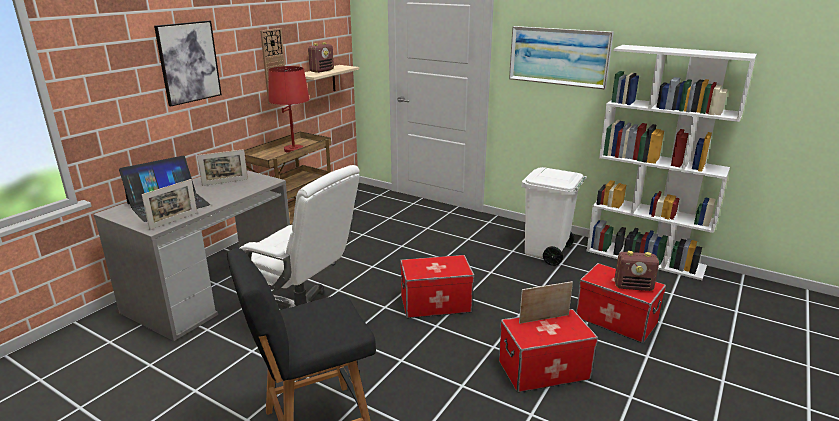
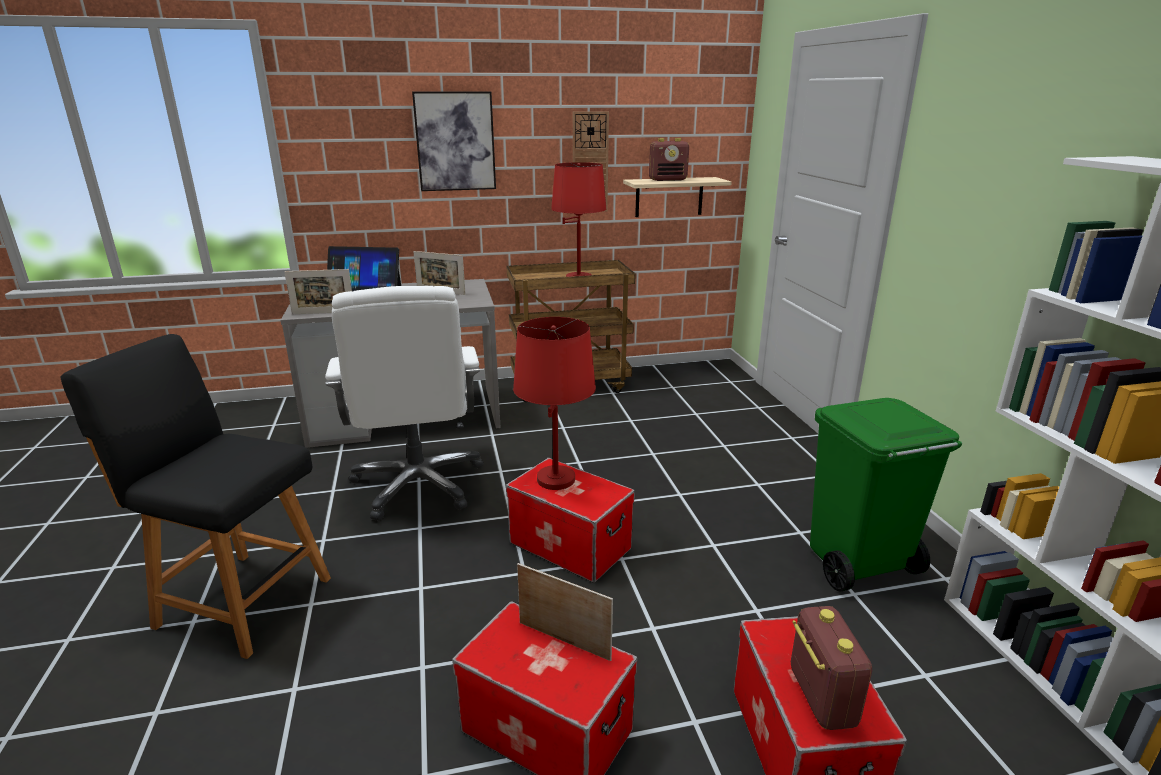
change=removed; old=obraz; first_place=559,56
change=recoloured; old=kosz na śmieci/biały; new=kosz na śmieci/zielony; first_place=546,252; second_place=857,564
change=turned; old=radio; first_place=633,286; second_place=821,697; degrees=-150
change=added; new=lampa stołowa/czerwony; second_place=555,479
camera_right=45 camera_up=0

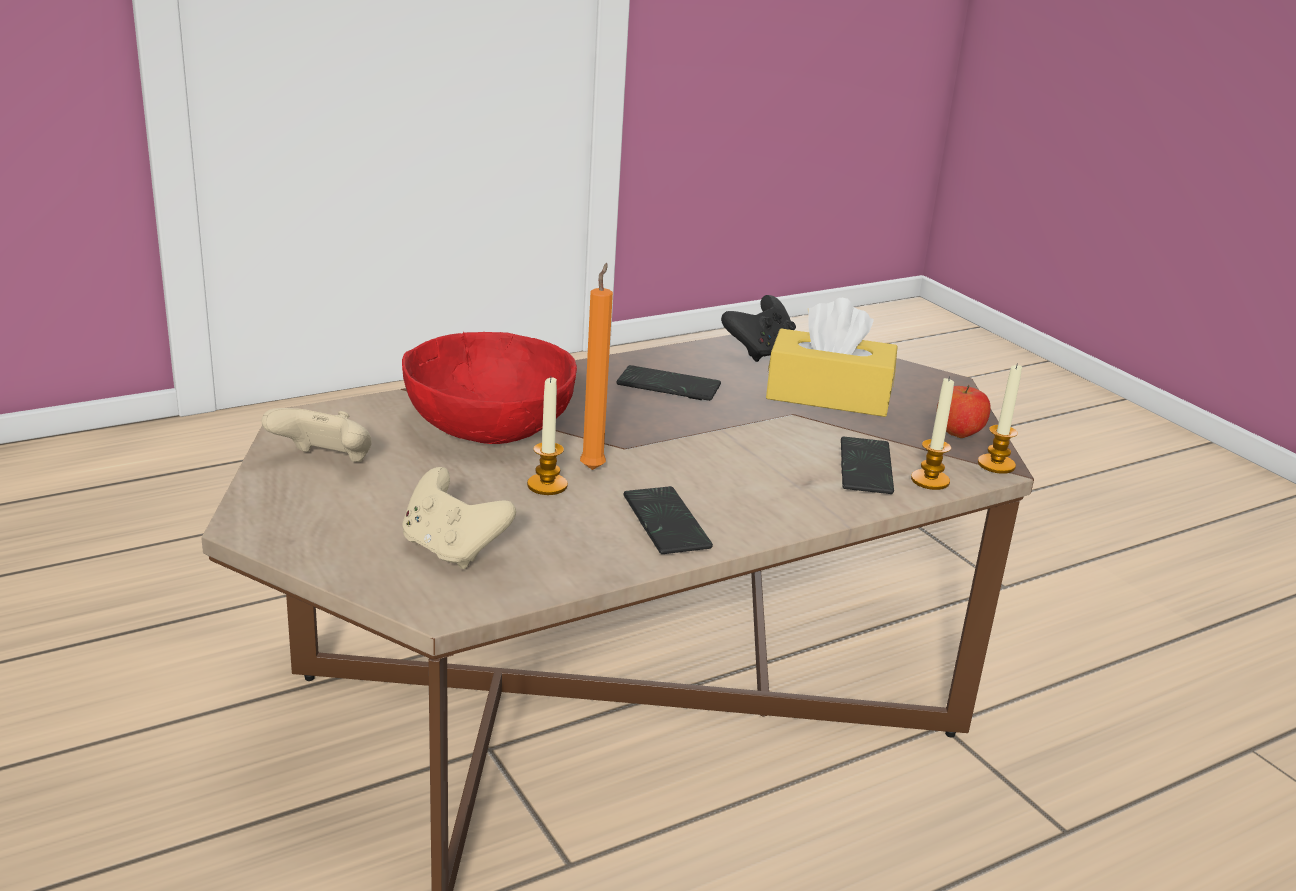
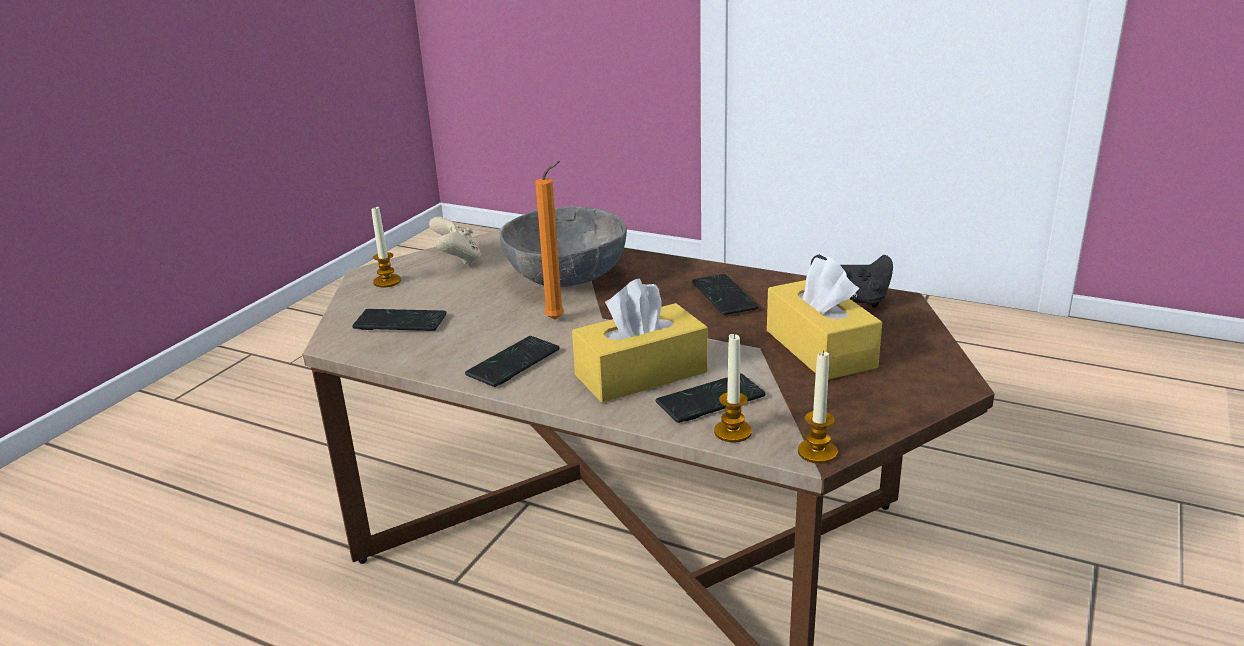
change=recoloured; old=miska/czerwony; new=miska/szary; first_place=488,427; second_place=566,276
change=moved; old=świeca; first_place=547,485; second_place=387,281
change=removed; old=jabłko; first_place=958,434
change=replaced; old=pad do gier/beżowy; new=telefon; first_place=452,550; second_place=400,322
change=added; new=pudełko chusteczek/żółty; second_place=641,374
camera_right=60 camera_up=0

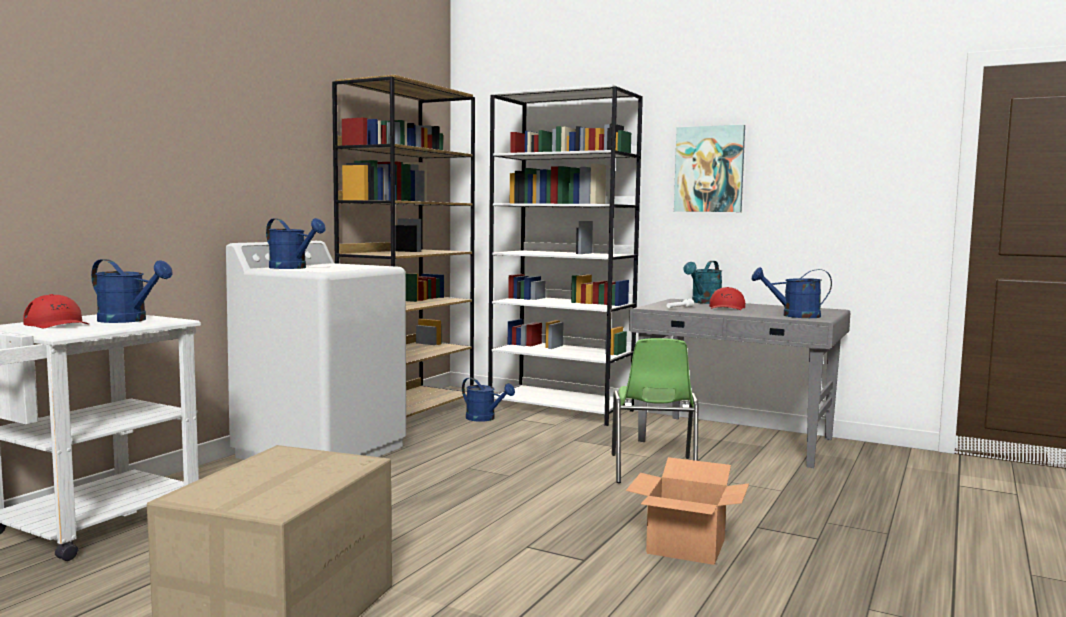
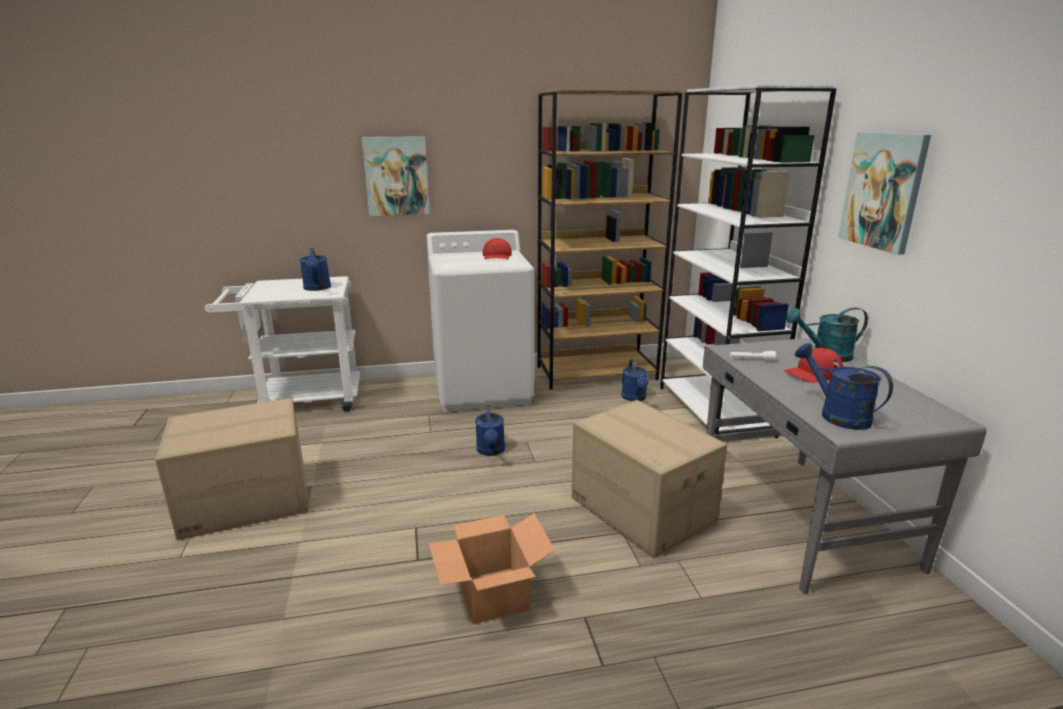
change=moved; old=konewka/niebieski; first_place=293,268; second_place=491,451
change=moved; old=czapka z daszkiem/czerwony; first_place=57,324; second_place=497,256
change=replaced; old=krzesło/zielony; new=karton; first_place=652,470; second_place=640,510
change=added; new=obraz; second_place=396,176
camera_right=50 camera_up=15

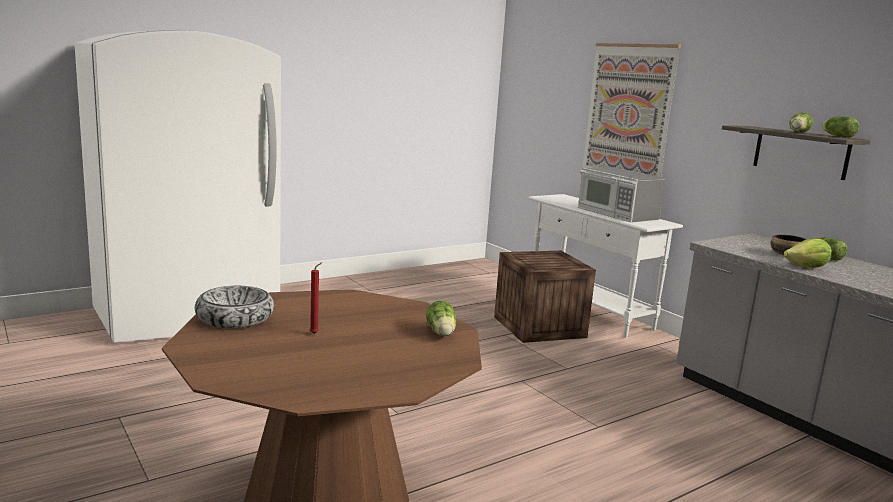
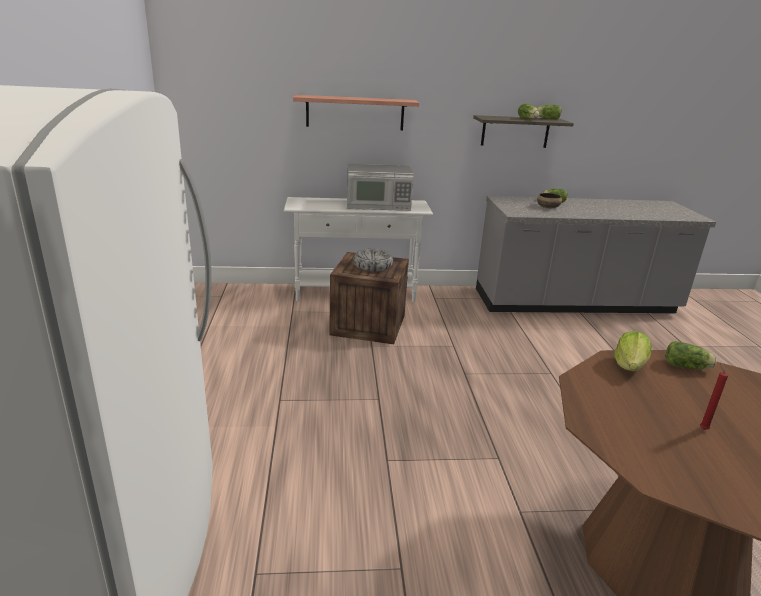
change=replaced; old=obraz; new=półka; first_place=628,115; second_place=355,113
change=moved; old=sałata; first_place=807,268; second_place=629,366
change=moved; old=miska; first_place=235,318; second_place=373,266
camera_right=-60 camera_up=10

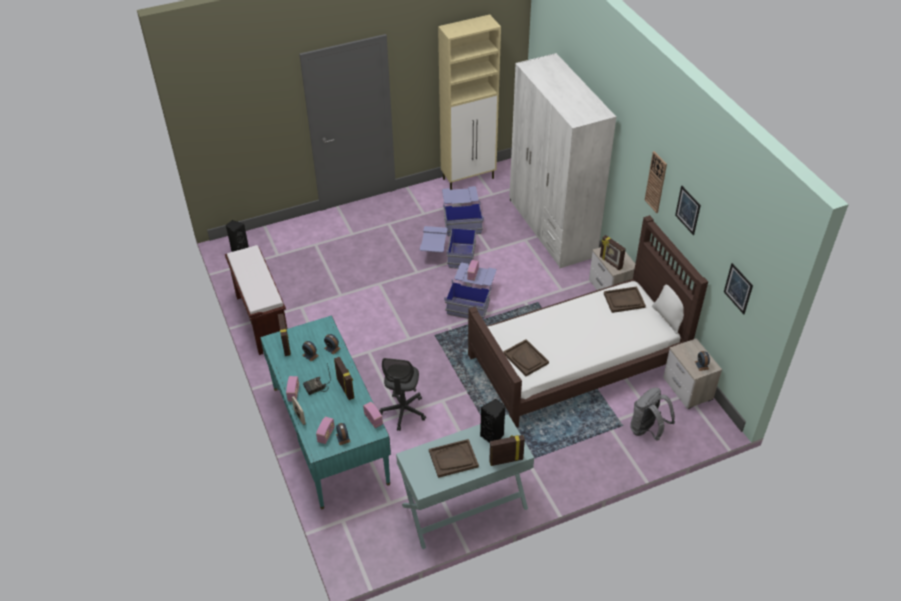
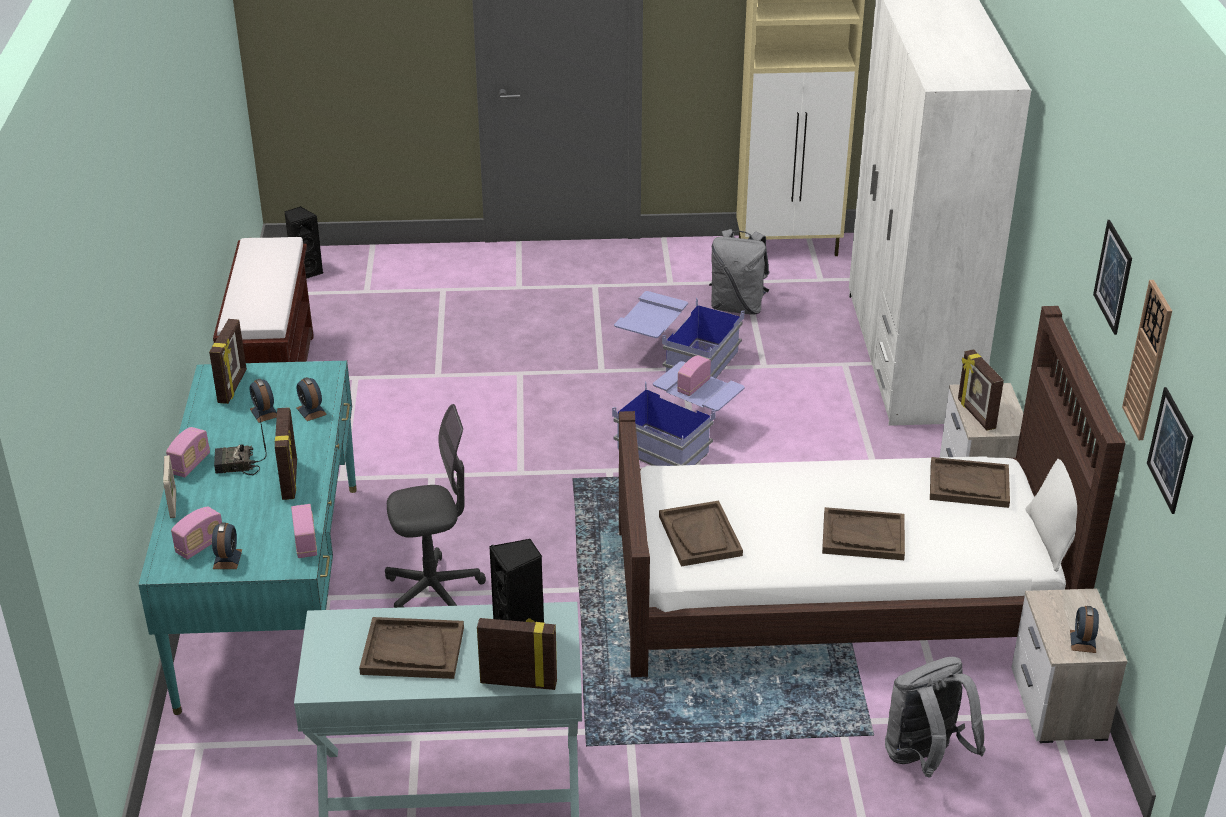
change=moved; old=zegar ścienny; first_place=656,182; second_place=1148,361
change=replaced; old=pojemnik do przechowywania/niebieski; new=plecak/szary; first_place=461,219; second_place=737,307
change=turned; old=krzesło biurowe/szary; first_place=403,411; second_place=434,591; degrees=-135
change=added; new=taca/brązowy; second_place=863,536
camera_right=20 camera_up=-10

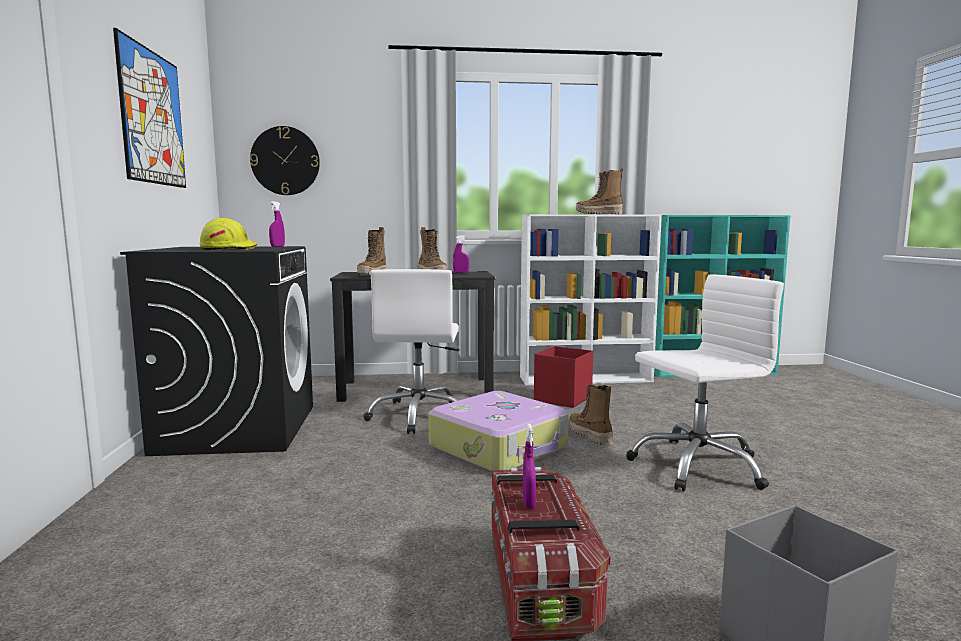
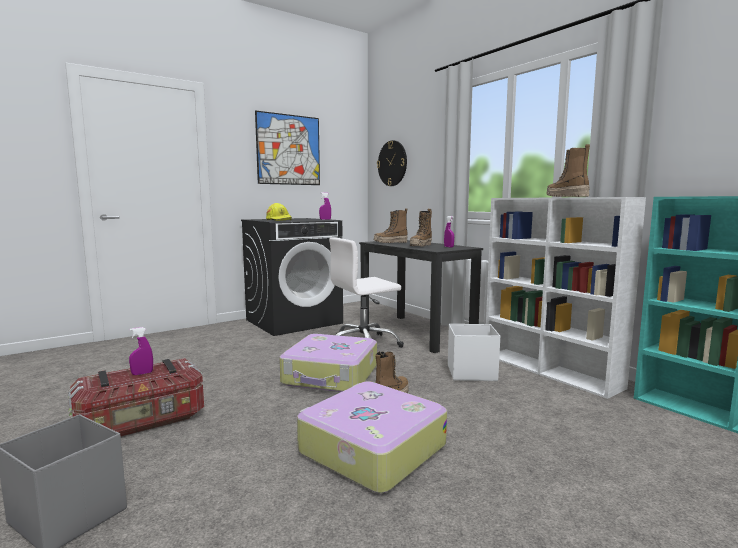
change=replaced; old=krzesło biurowe/biały; new=walizka; first_place=697,465; second_place=370,449
change=recoloured; old=pojemnik do przechowywania/czerwony; new=pojemnik do przechowywania/biały; first_place=562,399; second_place=470,373
camera_right=60 camera_up=0

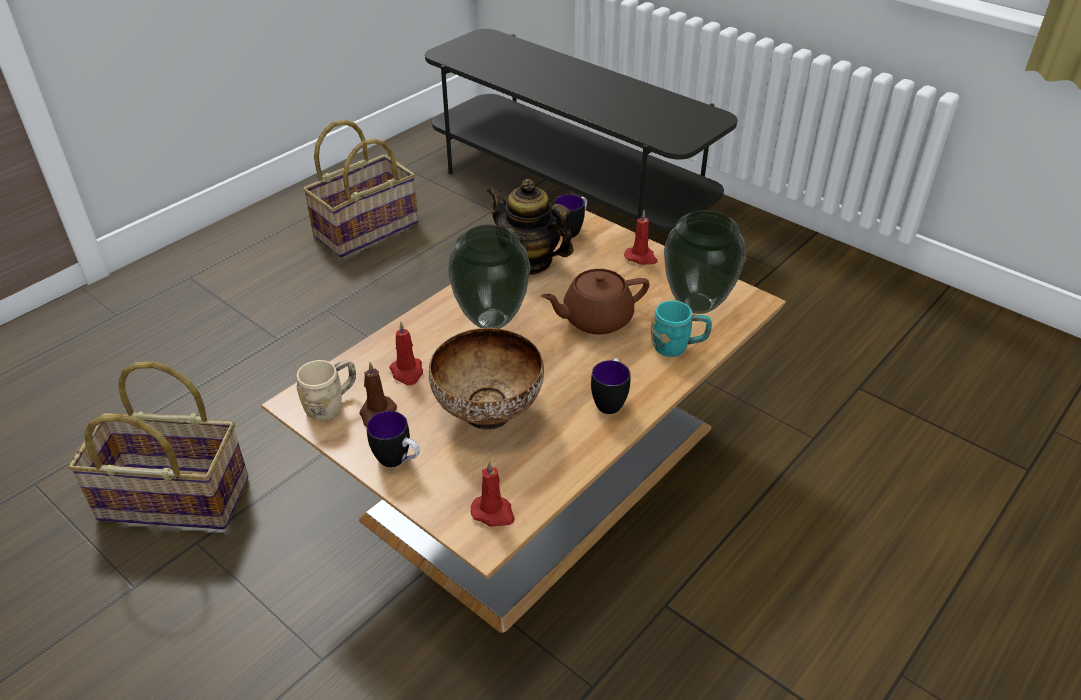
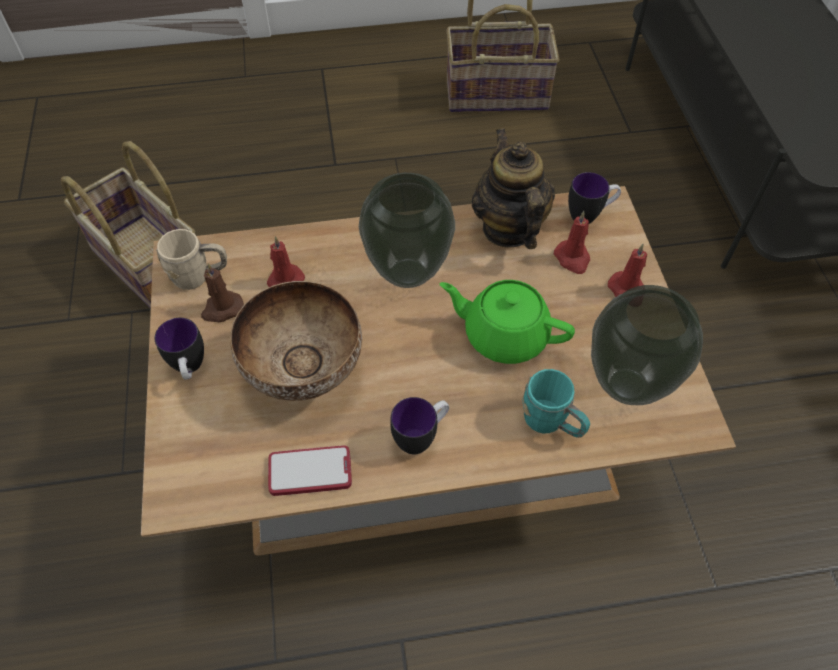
change=recoloured; old=imbryk/brązowy; new=imbryk/zielony; first_place=595,319; second_place=504,335
change=moved; old=świeca/czerwony; first_place=493,513; second_place=572,258
change=added; new=telefon; second_place=310,471
camera_right=40 camera_up=15

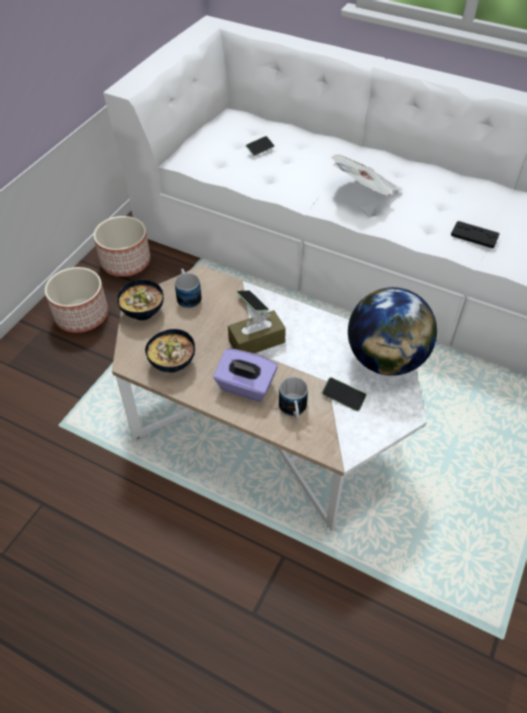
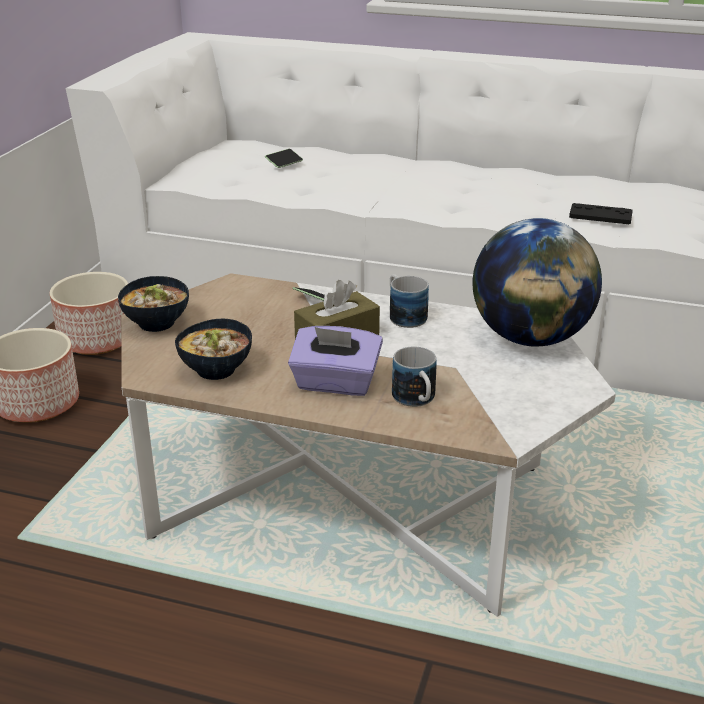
change=removed; old=gazeta; first_place=365,192
change=moved; old=kubek; first_place=187,295; second_place=403,315
change=removed; old=telefon; first_place=343,397
camera_right=-10 camera_up=-20

